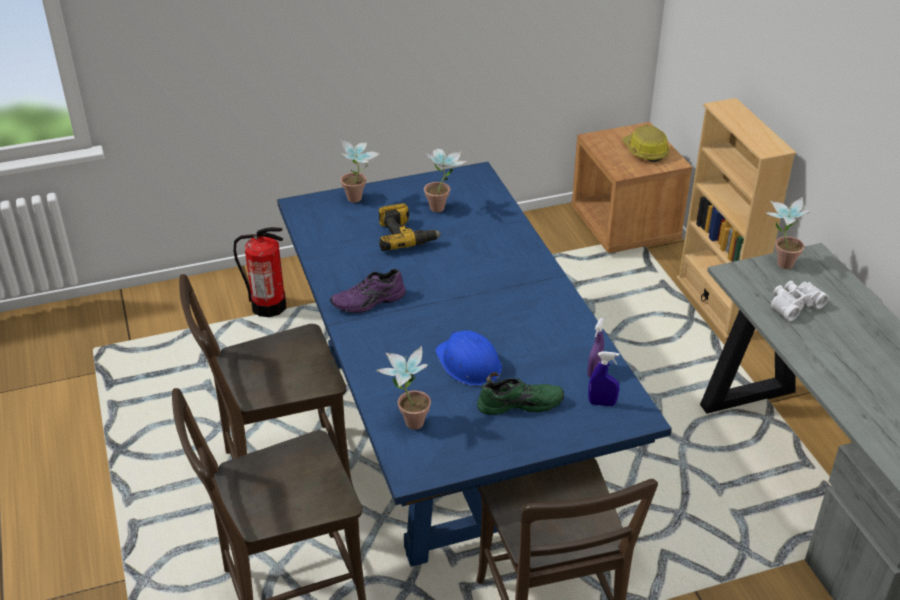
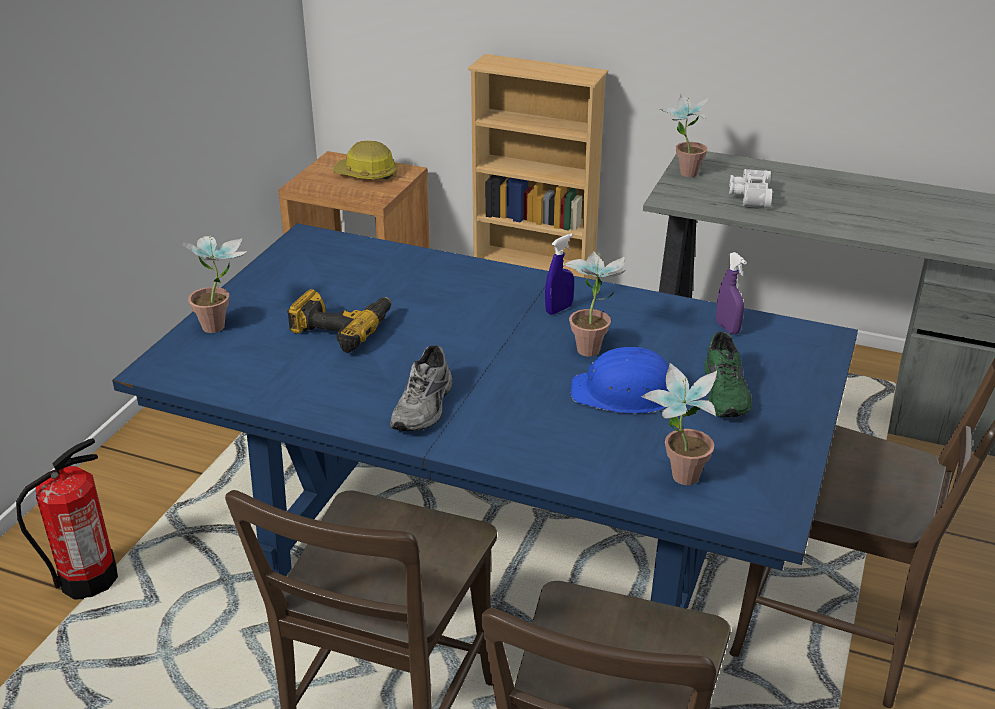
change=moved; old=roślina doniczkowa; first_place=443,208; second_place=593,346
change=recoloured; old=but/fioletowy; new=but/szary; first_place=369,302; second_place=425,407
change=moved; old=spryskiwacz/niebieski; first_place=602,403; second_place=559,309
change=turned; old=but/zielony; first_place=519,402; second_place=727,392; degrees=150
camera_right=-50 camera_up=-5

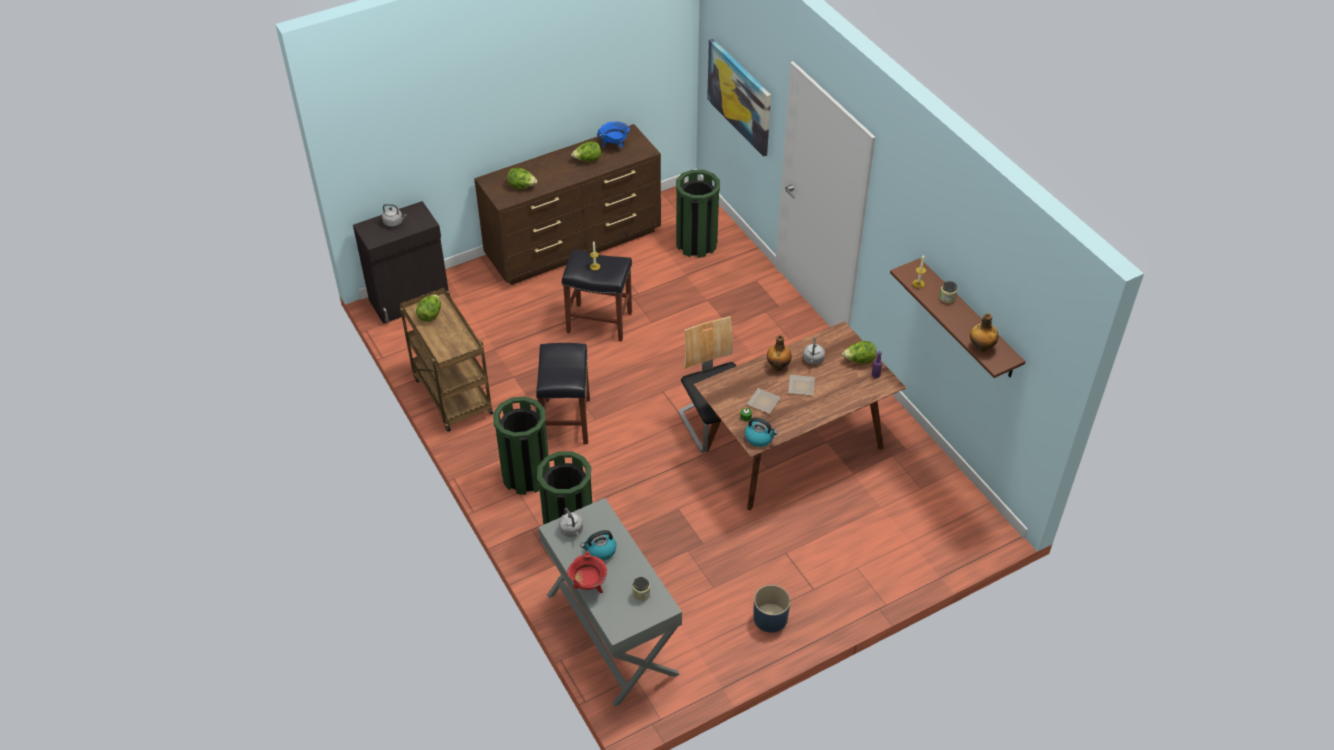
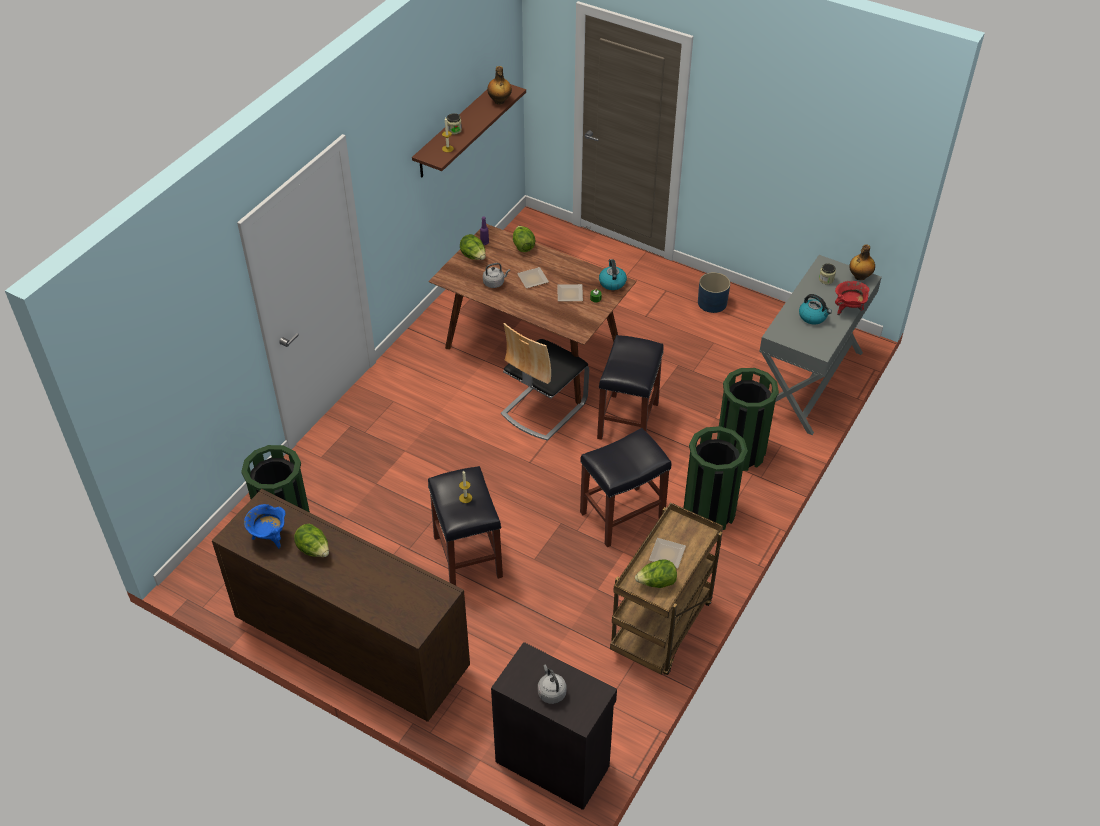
change=removed; old=obraz; first_place=739,96
change=moved; old=sałata; first_place=522,186; second_place=523,246
change=moved; old=butelka; first_place=778,366; second_place=859,277
change=removed; old=czajnik/szary; first_place=571,530
change=added; new=stołek/czarny; second_place=627,420
change=added; new=talerz; second_place=668,554
camera_right=-120 camera_up=0

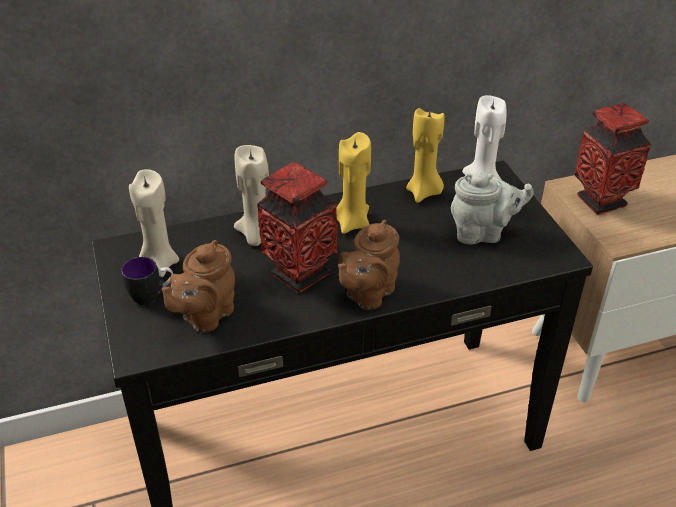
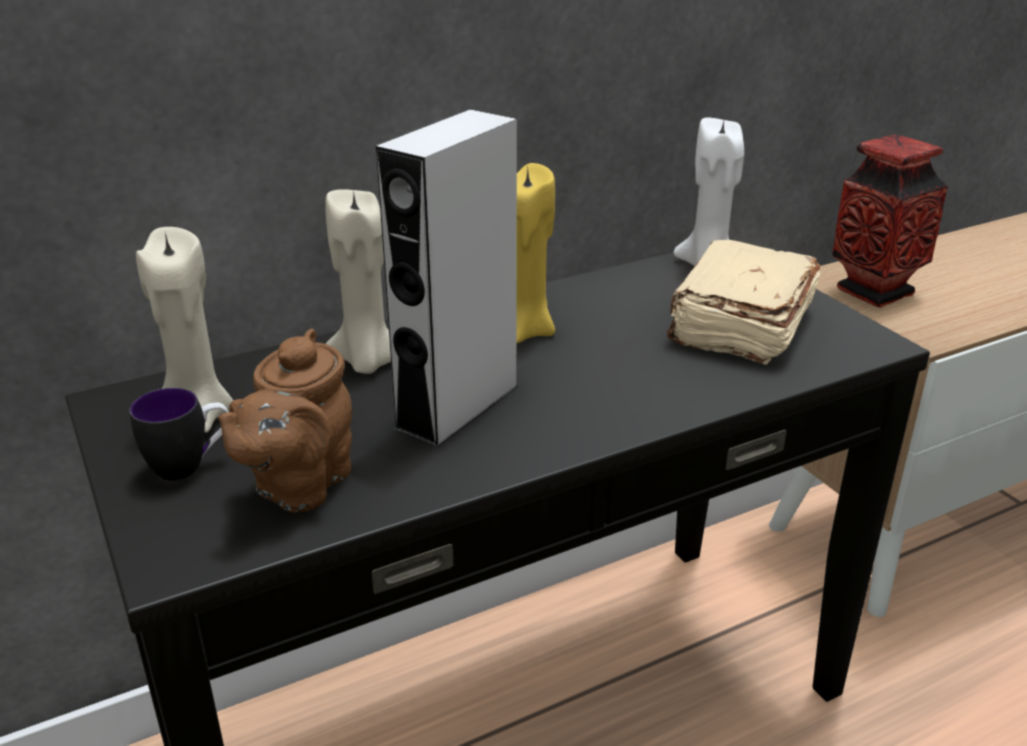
change=removed; old=świeca/żółty; first_place=424,192
change=replaced; old=wazon; new=głośnik/szary; first_place=300,274; second_place=457,407
change=replaced; old=imbryk/szary; new=książka/beżowy; first_place=483,233; second_place=739,326
change=removed; old=imbryk/brązowy; first_place=367,294
camera_right=-10 camera_up=-10

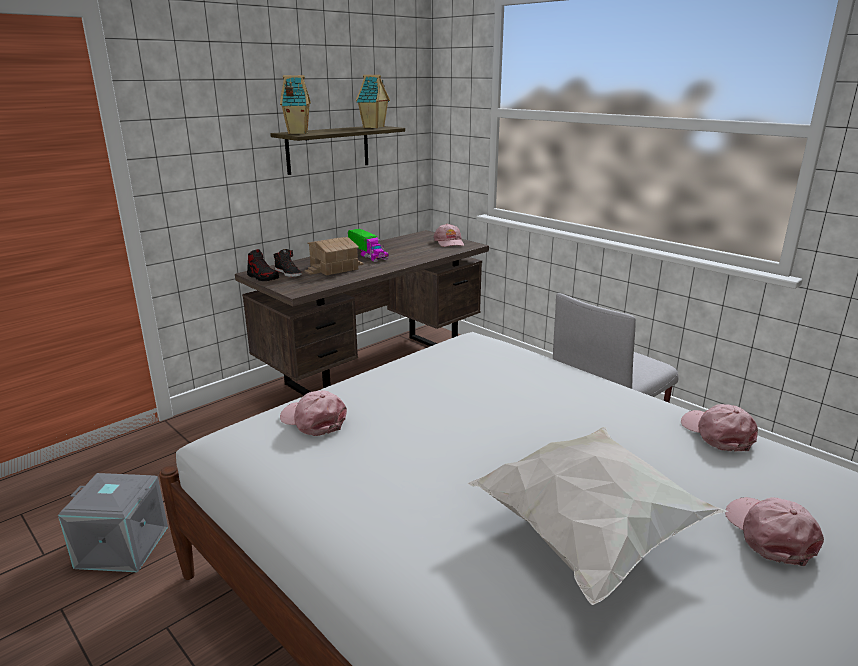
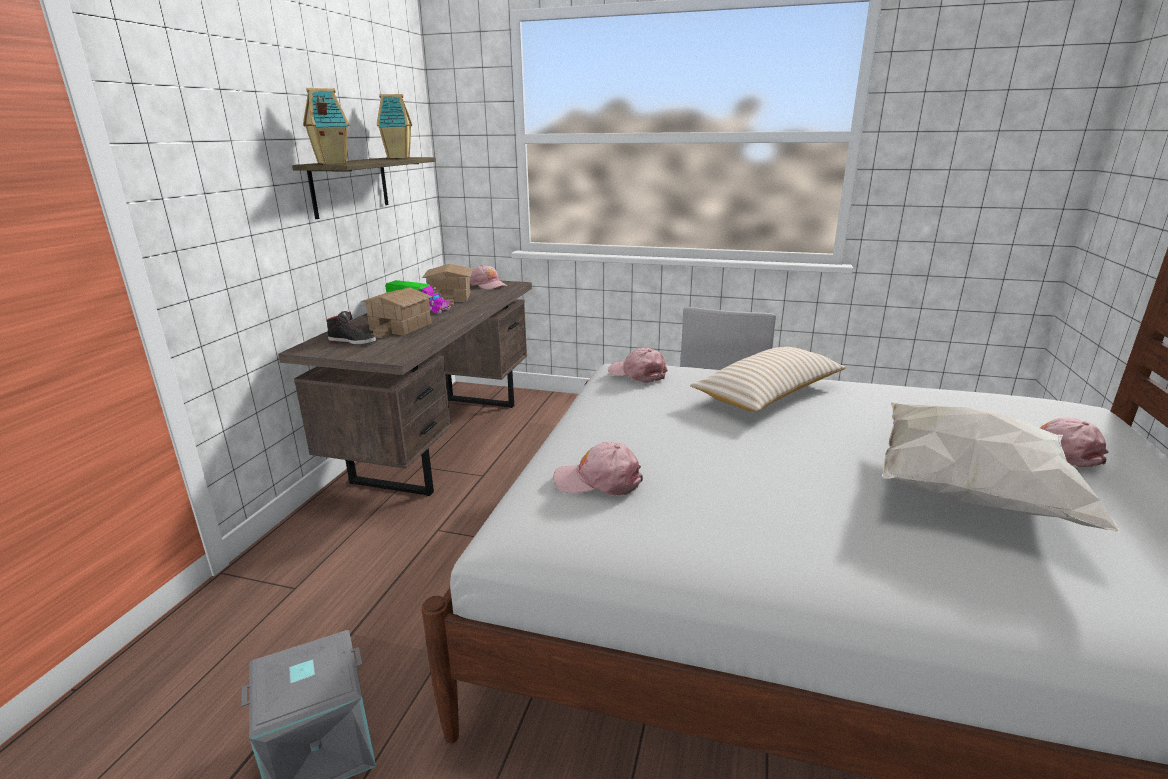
change=removed; old=but; first_place=263,277
change=moved; old=czapka z daszkiem/różowy; first_place=717,433; second_place=637,374
change=added; new=domek; second_place=449,297
change=added; new=poduszka/beżowy; second_place=768,393
camera_right=-30 camera_up=0

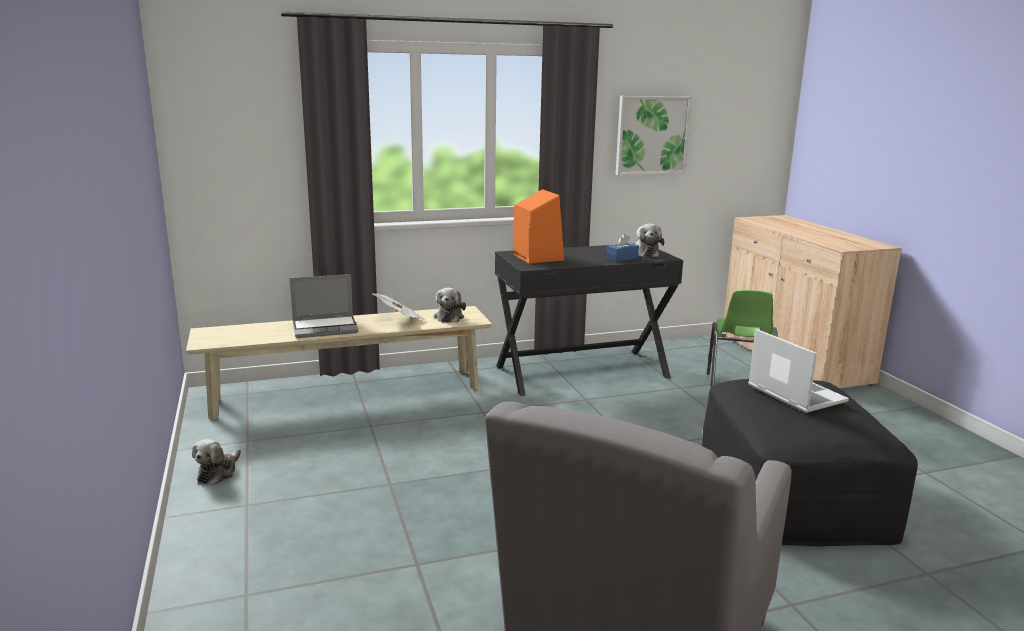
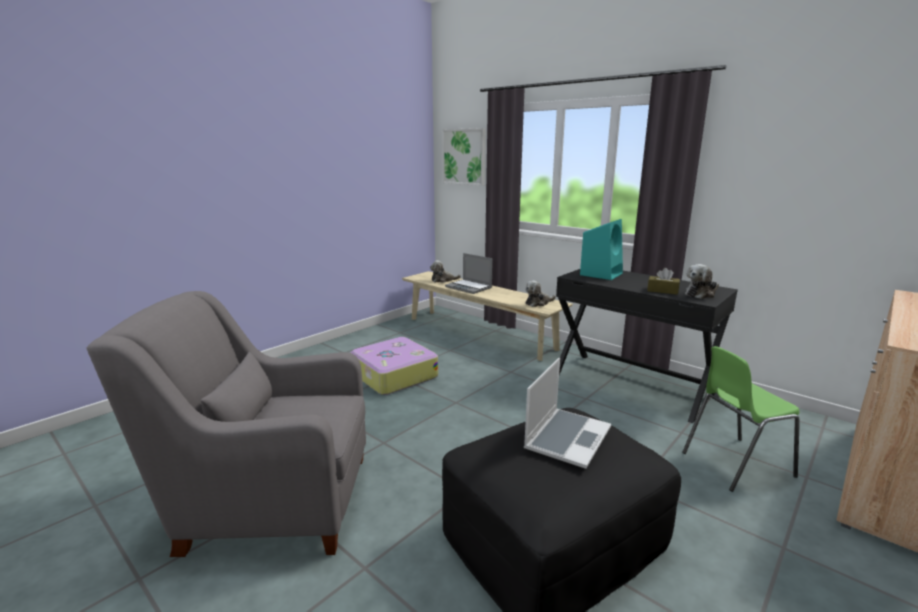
change=moved; old=obraz; first_place=652,135; second_place=464,157
change=recoloured; old=głośnik/pomarańczowy; new=głośnik/turkusowy; first_place=537,257; second_place=601,274
change=recoloured; old=pudełko chusteczek/niebieski; new=pudełko chusteczek/brązowy; first_place=622,258; second_place=662,291
change=removed; old=gazeta; first_place=400,320
change=moved; old=pluszak; first_place=218,472; second_place=443,280
change=added; new=walizka; second_place=393,375
camera_right=60 camera_up=0

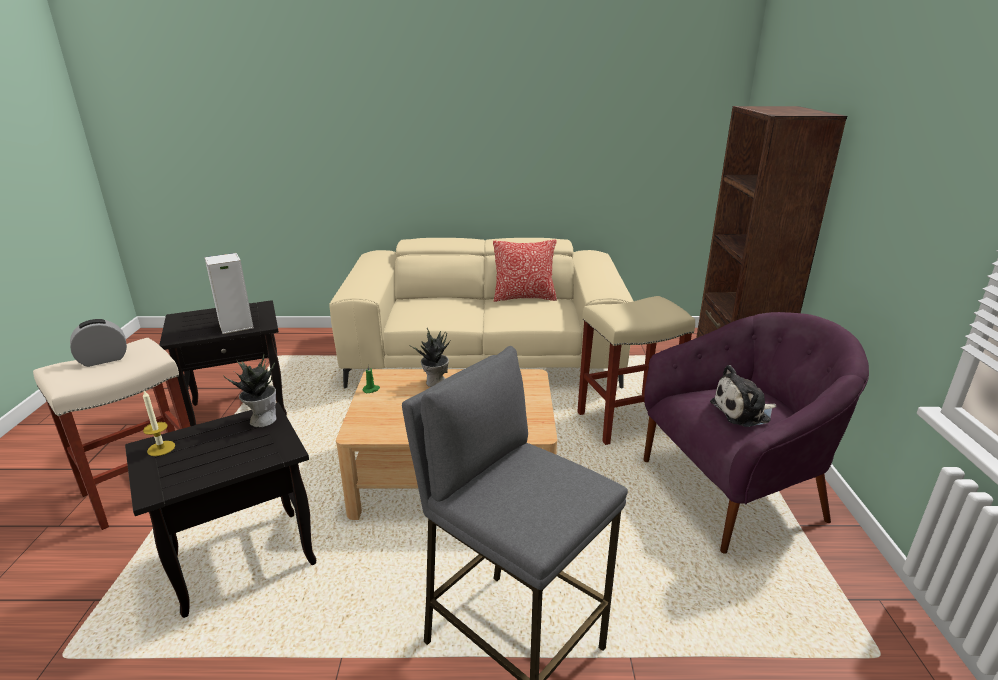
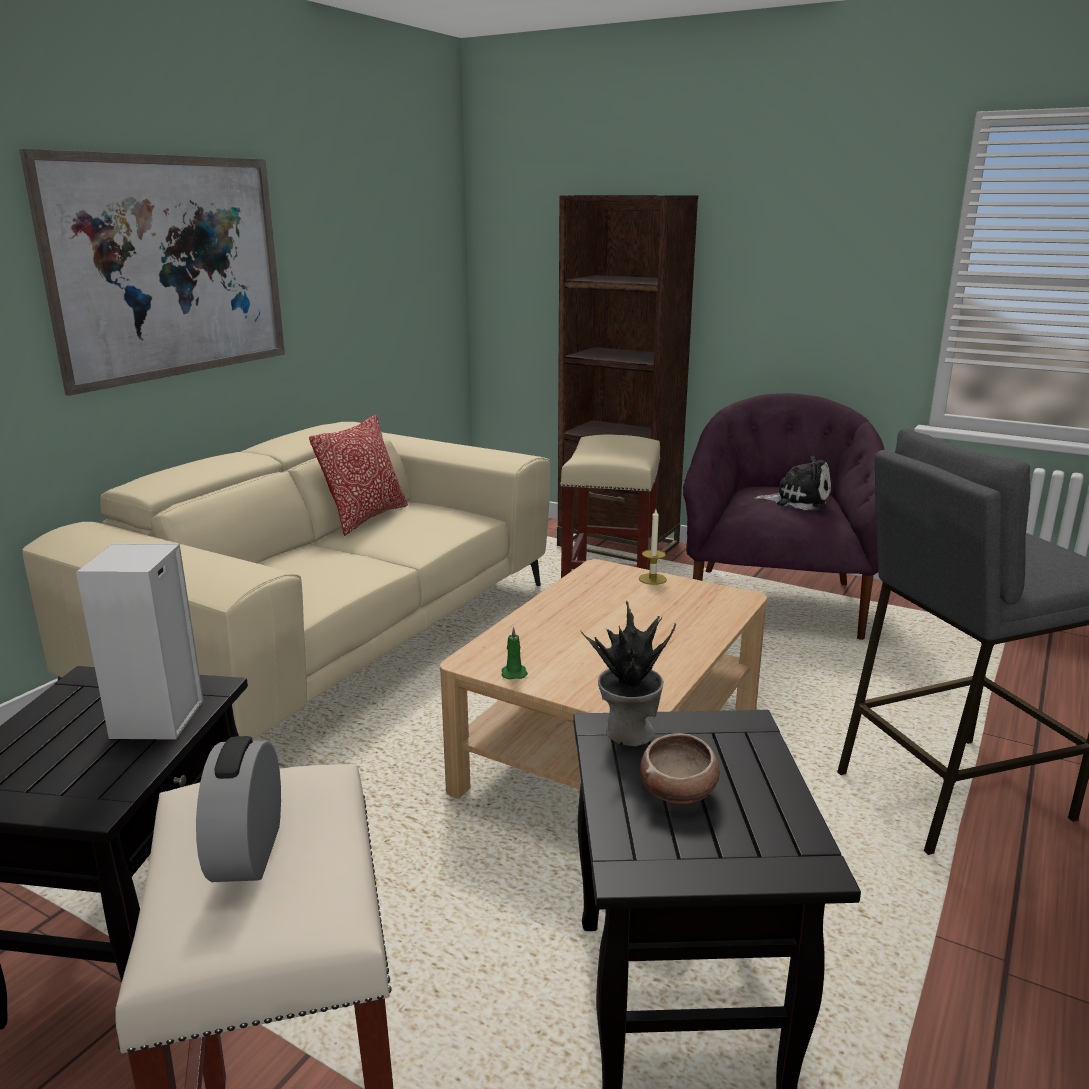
change=removed; old=roślina doniczkowa; first_place=435,382
change=turned; old=pluszak; first_place=743,412; second_place=798,500; degrees=-90
change=moved; old=świeca; first_place=161,448; second_place=652,579
change=added; new=obraz; second_place=171,267
change=added; new=miska; second_place=679,791
camera_right=-60 camera_up=-5

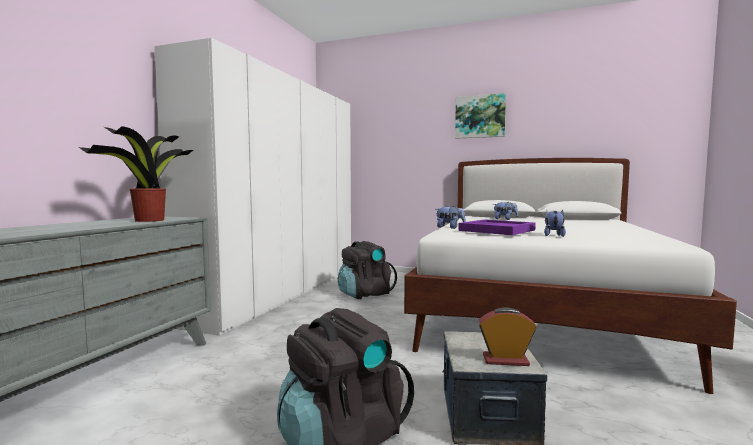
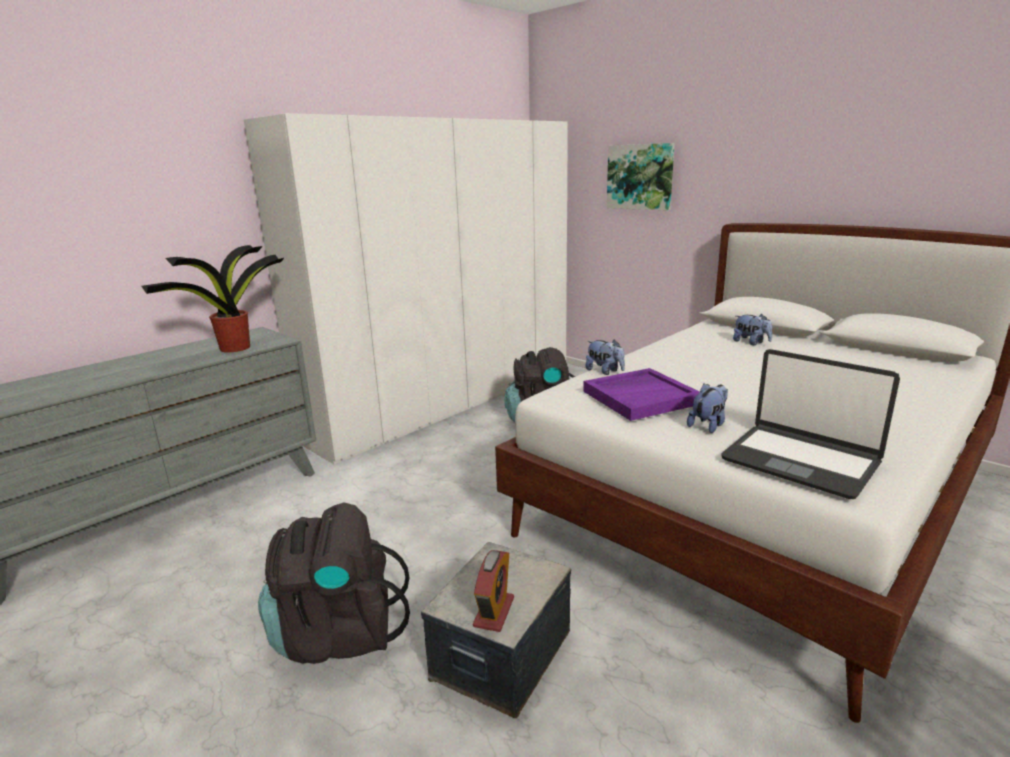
change=moved; old=obraz; first_place=480,116; second_place=640,177
change=turned; old=budzik; first_place=505,360; second_place=494,612; degrees=75
change=added; new=laptop; second_place=800,461
camera_right=25 camera_up=15

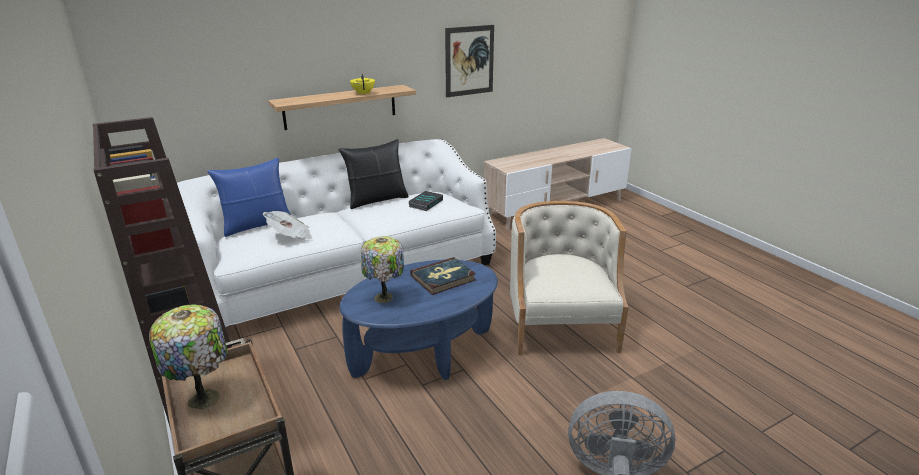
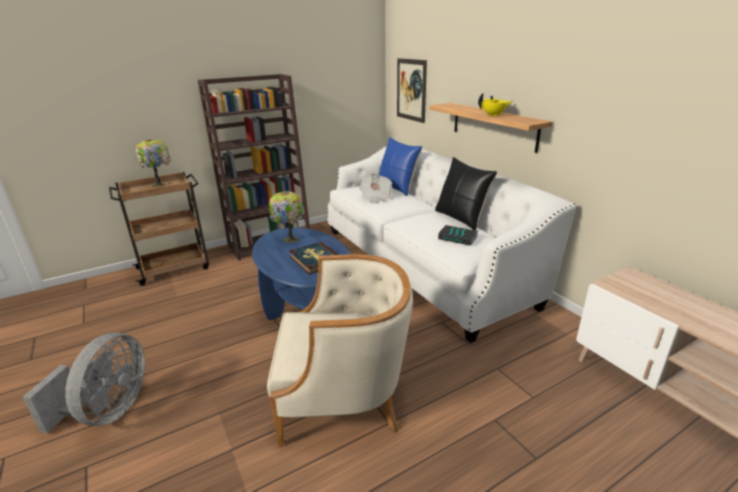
change=moved; old=obraz; first_place=469,61; second_place=411,90
camera_right=90 camera_up=0

